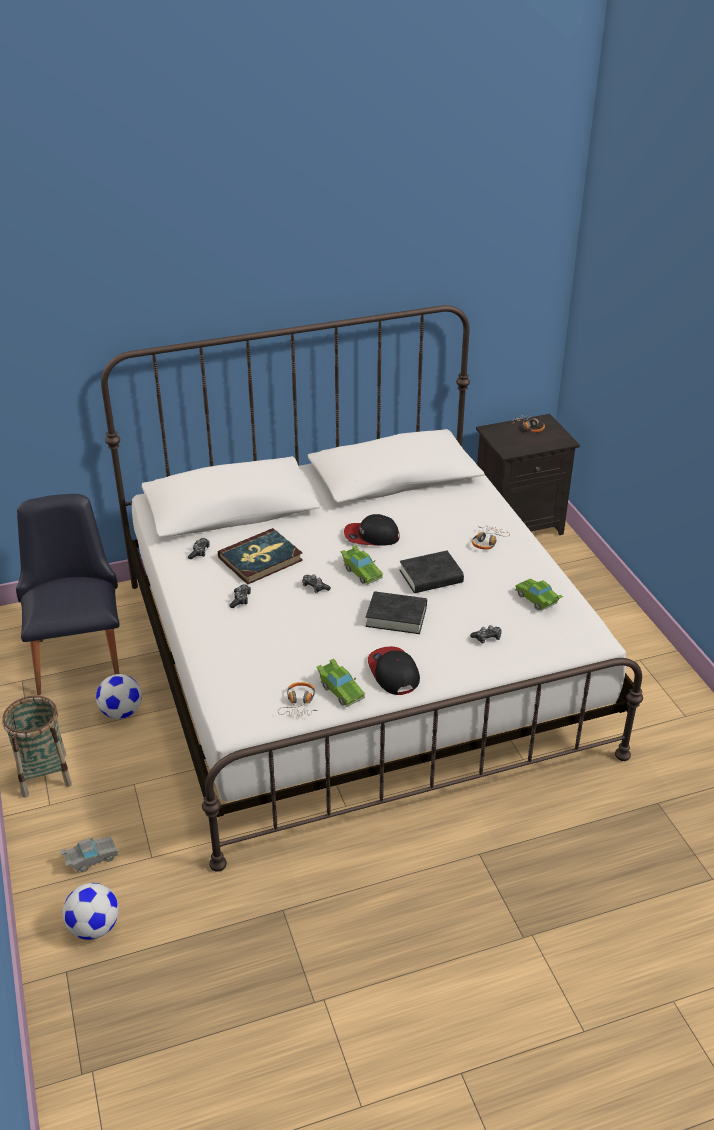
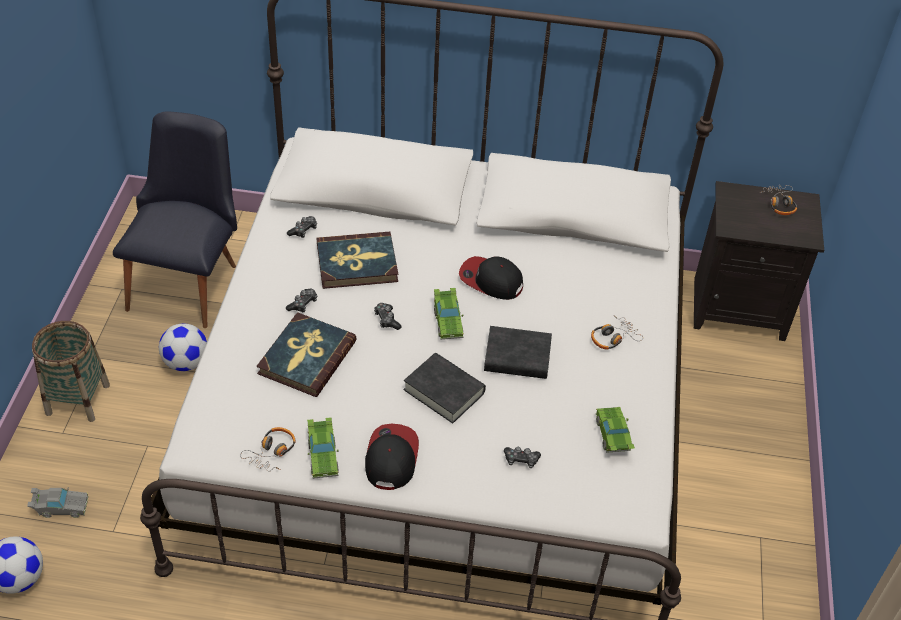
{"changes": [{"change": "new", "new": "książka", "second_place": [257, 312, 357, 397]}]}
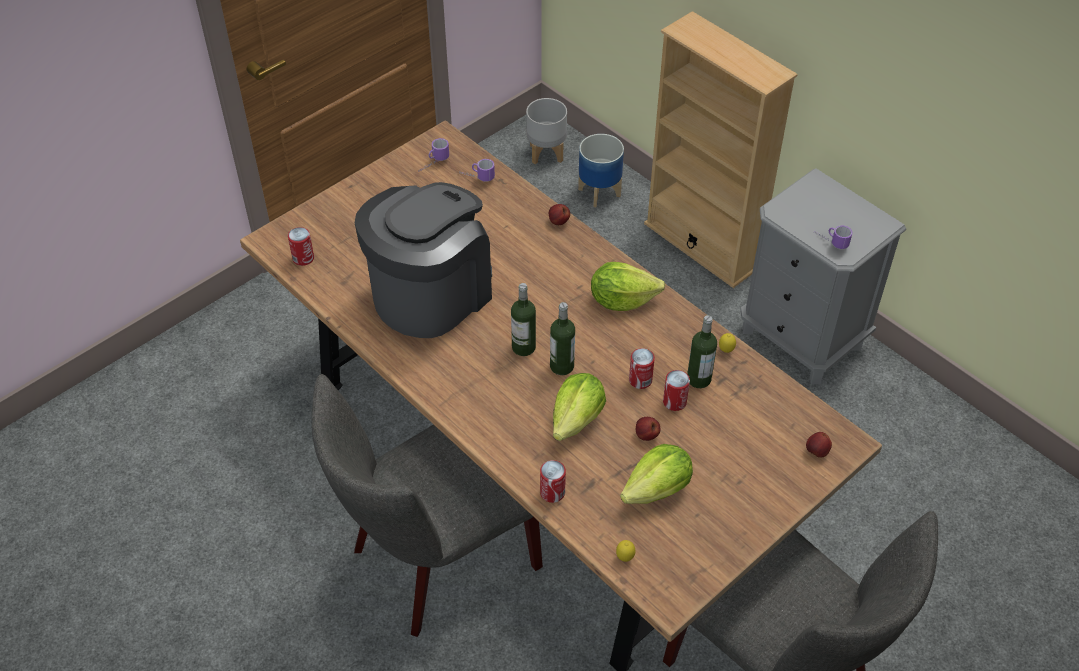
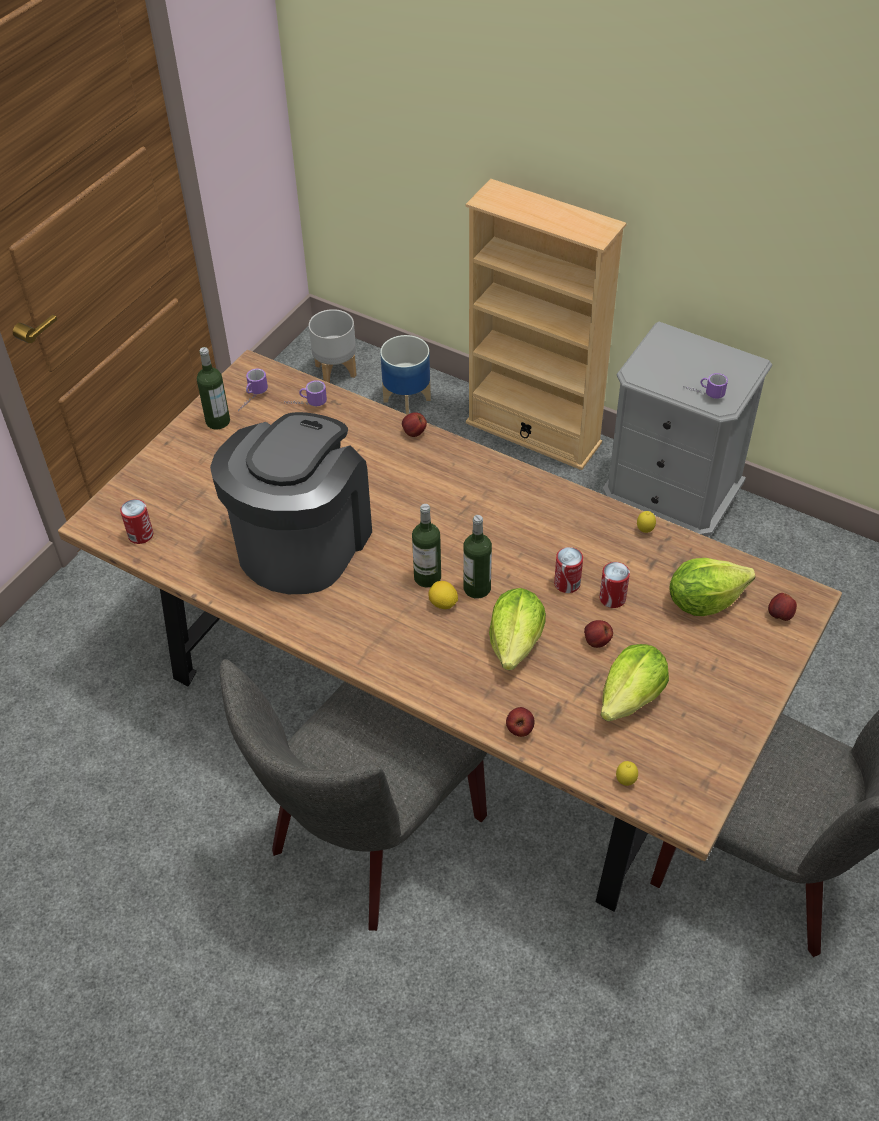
{"changes": [{"change": "shifted", "old": "butelka", "first_place": [687, 315, 717, 388], "second_place": [197, 347, 230, 430]}, {"change": "new", "new": "cytryna", "second_place": [428, 581, 458, 609]}, {"change": "swapped", "old": "puszka", "new": "jabłko", "first_place": [540, 460, 566, 503], "second_place": [506, 707, 535, 737]}, {"change": "shifted", "old": "sałata", "first_place": [591, 262, 665, 311], "second_place": [670, 558, 755, 616]}]}
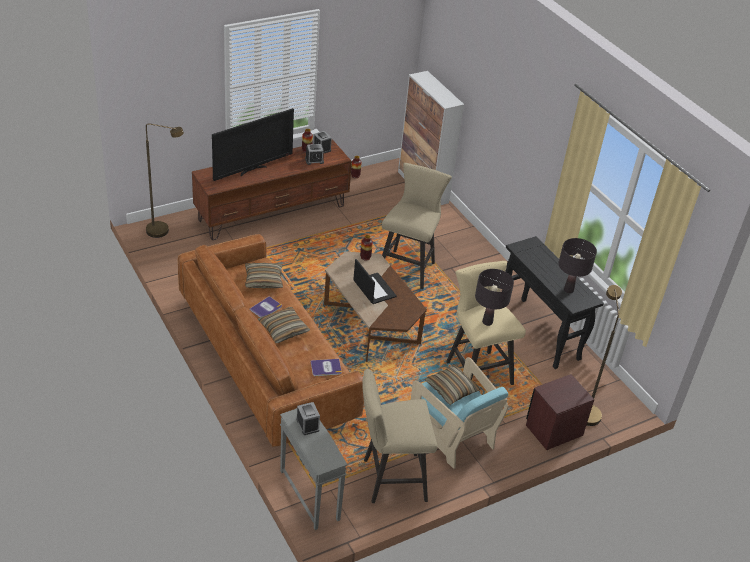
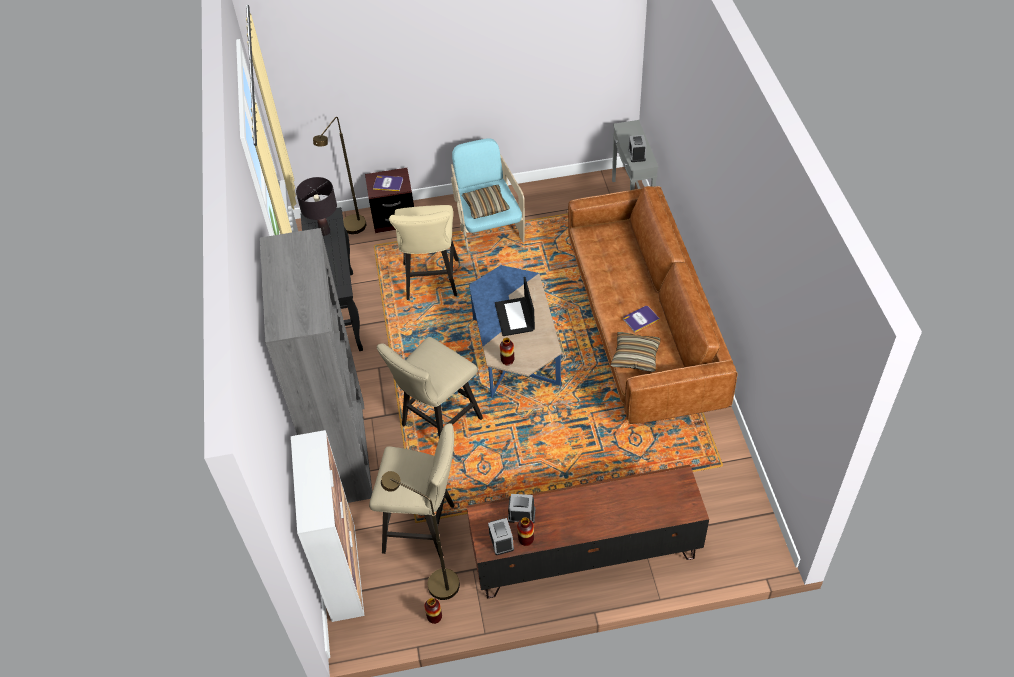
{"changes": [{"change": "new", "new": "regał/szary", "second_place": [260, 228, 372, 503]}, {"change": "shifted", "old": "stołek/beżowy", "first_place": [362, 369, 438, 503], "second_place": [369, 423, 454, 557]}, {"change": "shifted", "old": "książka", "first_place": [311, 359, 342, 376], "second_place": [373, 175, 403, 191]}, {"change": "shifted", "old": "lampa stojąca/brązowy", "first_place": [146, 123, 184, 238], "second_place": [381, 471, 460, 600]}, {"change": "repainted", "old": "ława/brązowy", "new": "ława/niebieski", "first_place": [324, 252, 427, 362], "second_place": [469, 265, 562, 398]}, {"change": "gone", "old": "telewizor", "first_place": [212, 108, 294, 181]}, {"change": "gone", "old": "poduszka", "first_place": [258, 307, 310, 343]}, {"change": "gone", "old": "lampa stołowa/czarny", "first_place": [475, 269, 514, 326]}]}
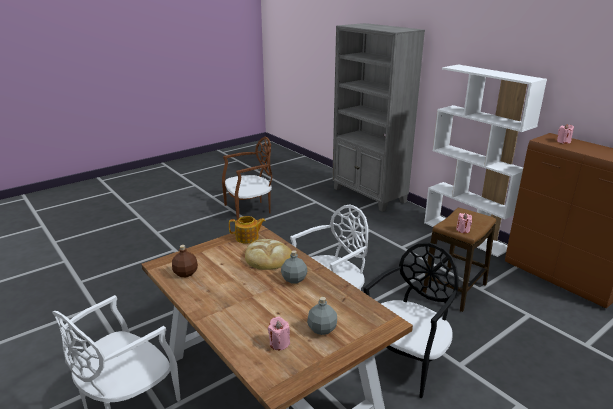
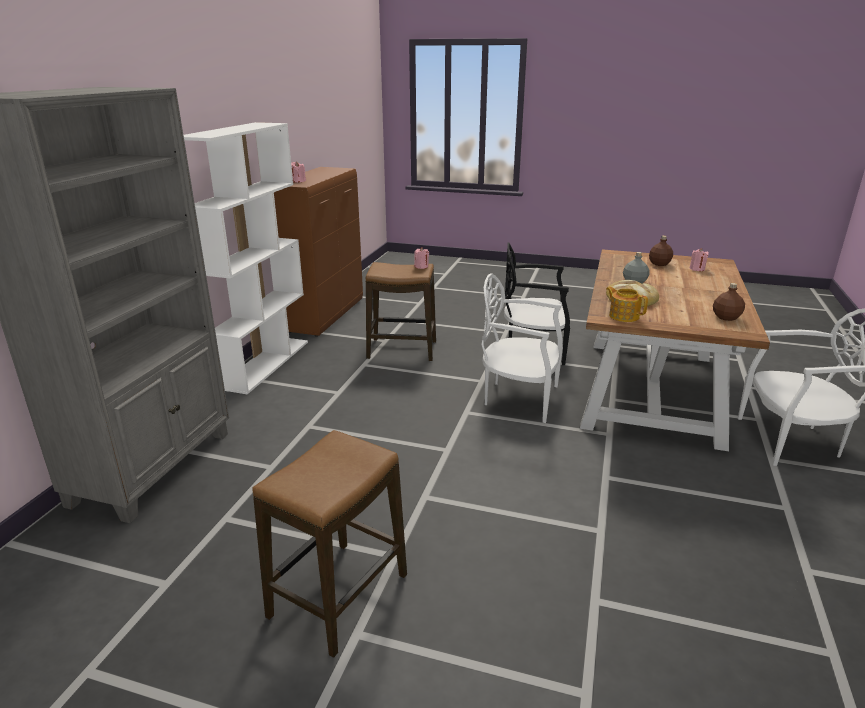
{"changes": [{"change": "swapped", "old": "krzesło/brązowy", "new": "stołek", "first_place": [222, 137, 272, 220], "second_place": [252, 430, 407, 658]}, {"change": "repainted", "old": "butelka/szary", "new": "butelka/brązowy", "first_place": [307, 297, 337, 335], "second_place": [649, 236, 673, 266]}]}
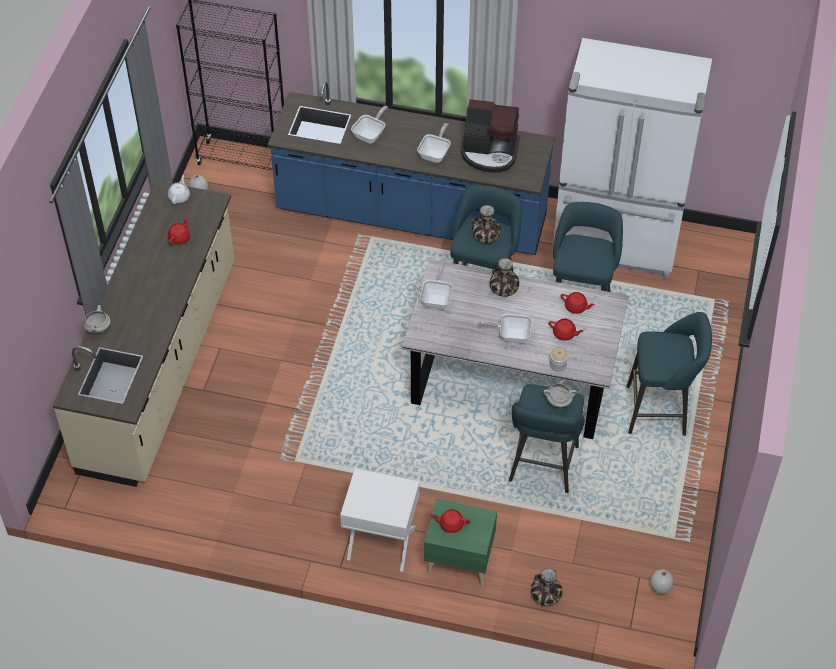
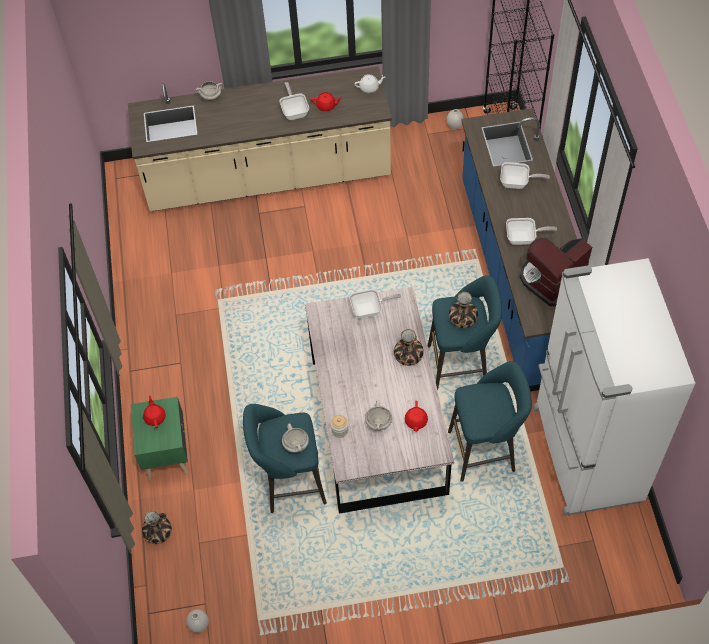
{"changes": [{"change": "shifted", "old": "patelnia", "first_place": [478, 314, 532, 343], "second_place": [279, 82, 309, 120]}, {"change": "swapped", "old": "imbryk/czerwony", "new": "garnek/biały", "first_place": [548, 319, 584, 341], "second_place": [365, 400, 392, 431]}, {"change": "rotated", "old": "ekspres do kawy", "first_place": [461, 99, 520, 173], "second_place": [520, 238, 592, 306], "degrees": 60}, {"change": "gone", "old": "szafka nocna/biały", "first_place": [340, 468, 419, 572]}, {"change": "gone", "old": "stołek/turkusowy", "first_place": [626, 312, 712, 436]}]}
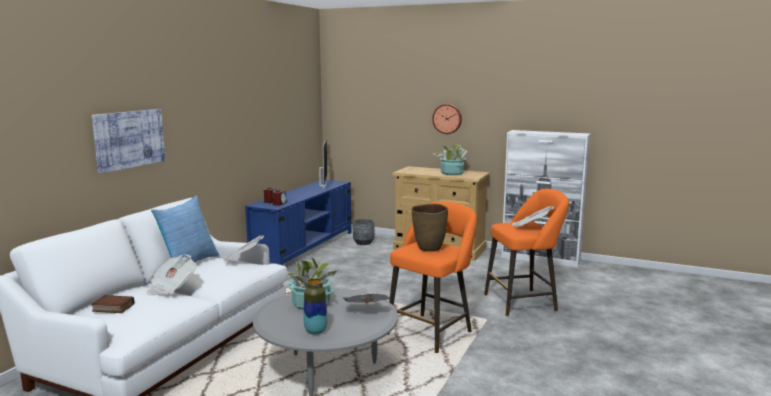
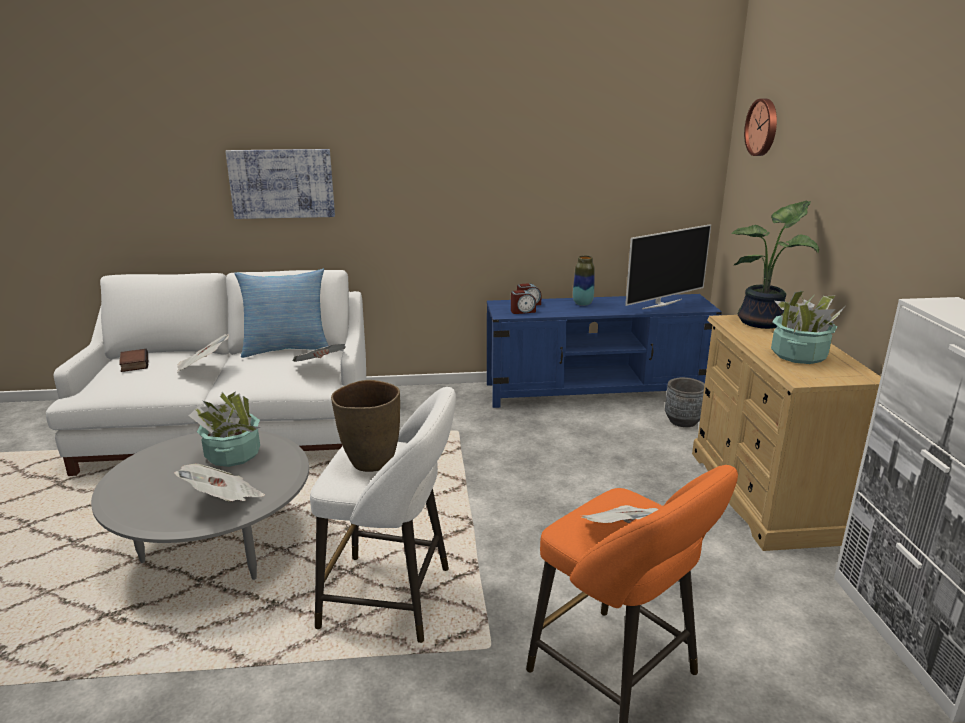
{"changes": [{"change": "repainted", "old": "stołek/pomarańczowy", "new": "stołek/biały", "first_place": [387, 201, 477, 353], "second_place": [310, 387, 456, 643]}, {"change": "shifted", "old": "wazon", "first_place": [304, 279, 327, 335], "second_place": [573, 255, 594, 306]}, {"change": "new", "new": "roślina doniczkowa", "second_place": [731, 201, 819, 329]}, {"change": "shifted", "old": "zegar ścienny", "first_place": [432, 104, 462, 134], "second_place": [744, 99, 777, 156]}]}
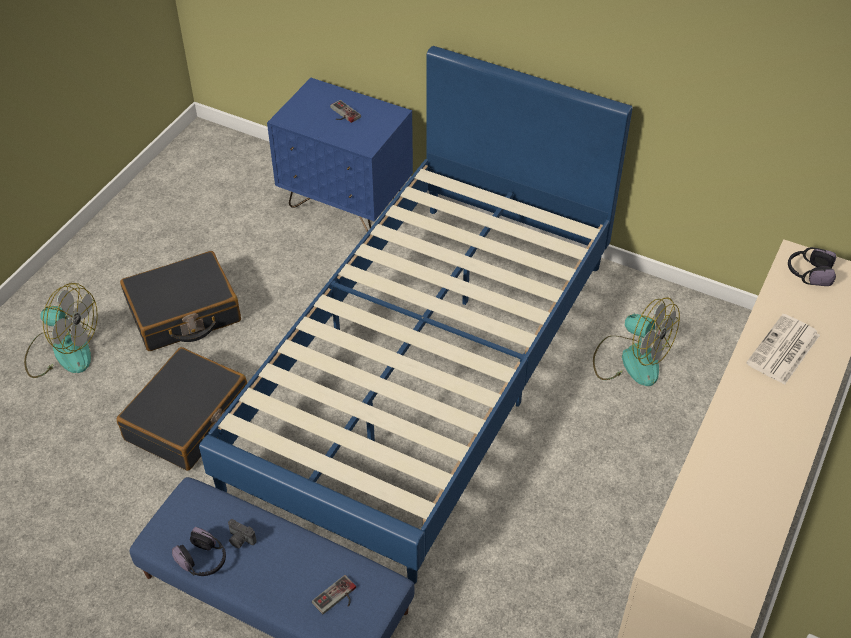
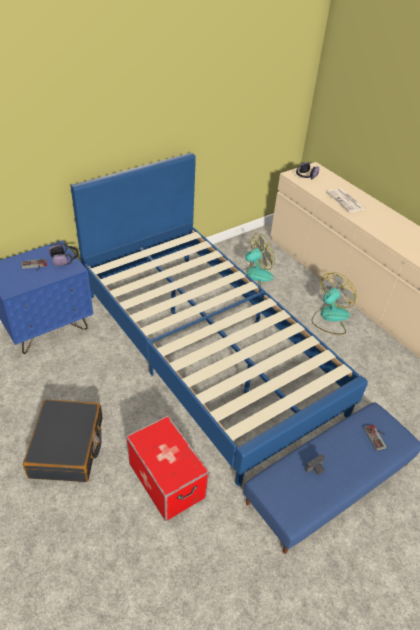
{"changes": [{"change": "shifted", "old": "słuchawki", "first_place": [172, 527, 226, 576], "second_place": [49, 243, 79, 266]}, {"change": "swapped", "old": "walizka/czarny", "new": "pojemnik do przechowywania", "first_place": [116, 347, 247, 471], "second_place": [126, 416, 209, 521]}, {"change": "shifted", "old": "wentylator", "first_place": [24, 283, 98, 378], "second_place": [312, 272, 357, 334]}]}
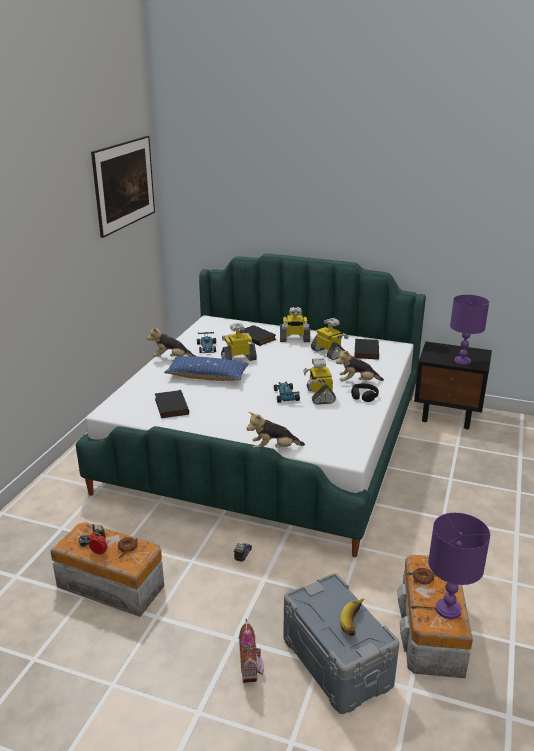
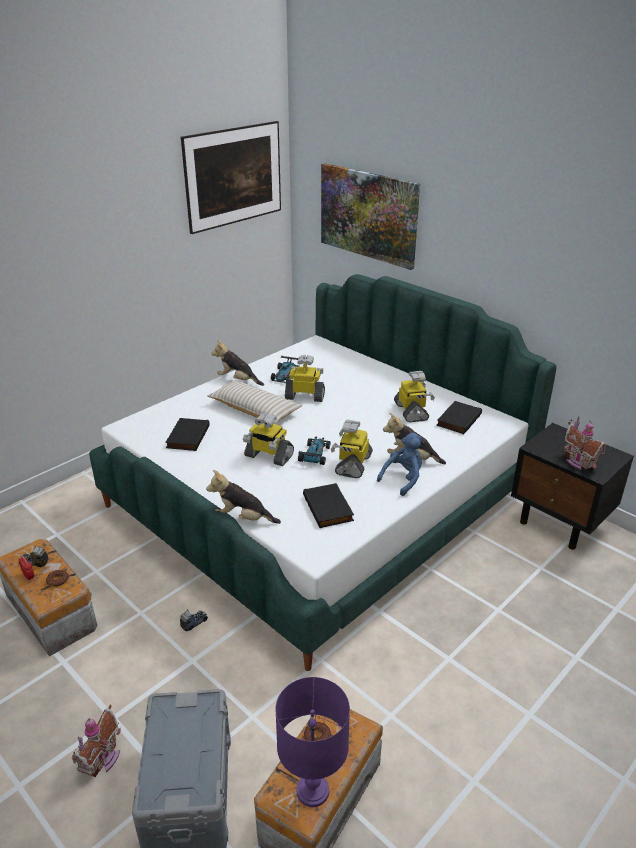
{"changes": [{"change": "repainted", "old": "poduszka/niebieski", "new": "poduszka/beżowy", "first_place": [164, 356, 249, 381], "second_place": [207, 380, 302, 424]}, {"change": "shifted", "old": "robot zabawkowy", "first_place": [280, 307, 310, 342], "second_place": [243, 413, 294, 466]}, {"change": "shifted", "old": "książka/czarny", "first_place": [240, 325, 276, 346], "second_place": [303, 483, 354, 528]}, {"change": "new", "new": "obraz", "second_place": [321, 163, 420, 270]}, {"change": "swapped", "old": "słuchawki/czarny", "new": "pluszak/niebieski", "first_place": [351, 383, 379, 402], "second_place": [377, 433, 423, 496]}, {"change": "swapped", "old": "lampa stołowa/fioletowy", "new": "domek", "first_place": [450, 295, 489, 365], "second_place": [564, 416, 607, 470]}, {"change": "gone", "old": "banan", "first_place": [340, 598, 364, 636]}]}
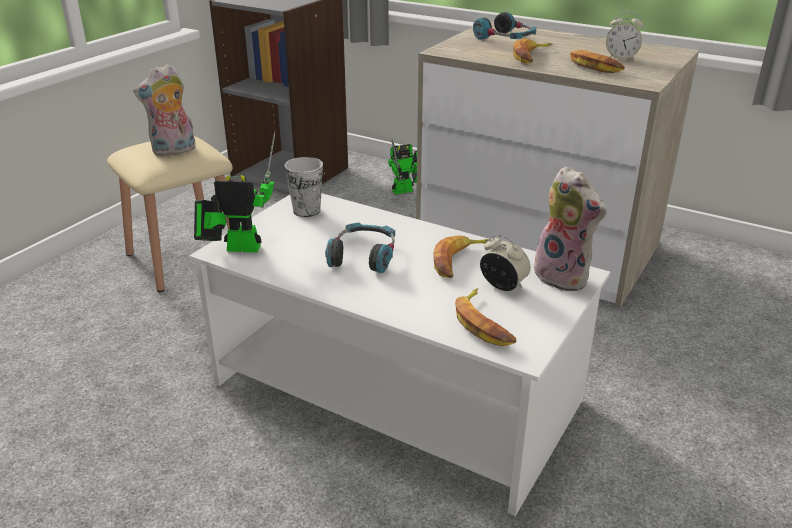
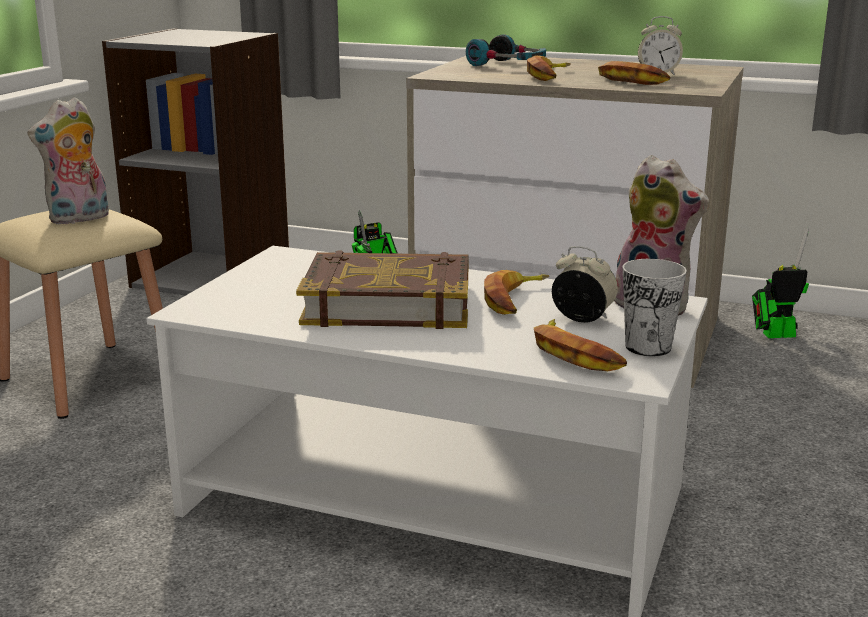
{"changes": [{"change": "swapped", "old": "słuchawki", "new": "książka", "first_place": [325, 222, 395, 273], "second_place": [296, 250, 469, 329]}, {"change": "shifted", "old": "filiżanka", "first_place": [285, 157, 323, 217], "second_place": [623, 259, 687, 356]}, {"change": "shifted", "old": "robot zabawkowy", "first_place": [194, 133, 275, 253], "second_place": [752, 228, 809, 338]}]}
